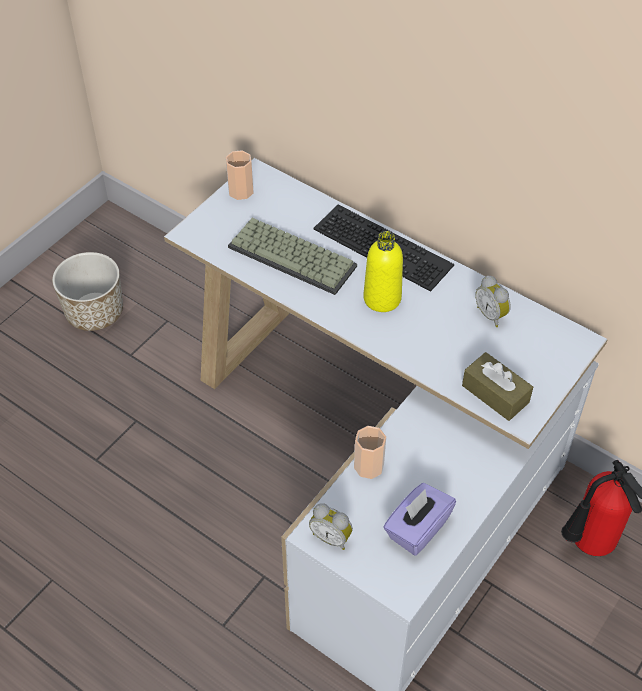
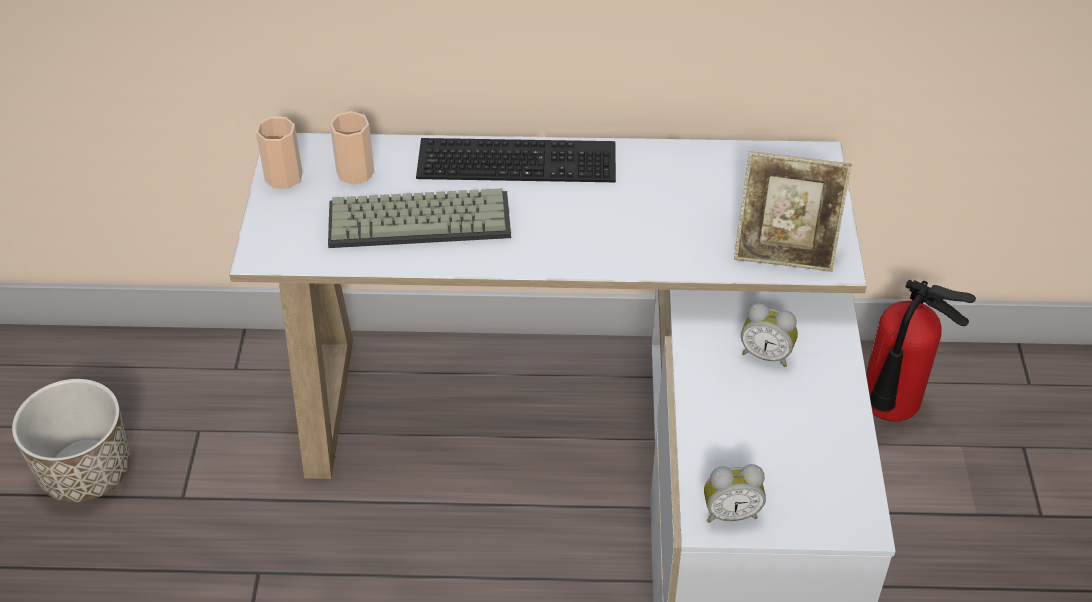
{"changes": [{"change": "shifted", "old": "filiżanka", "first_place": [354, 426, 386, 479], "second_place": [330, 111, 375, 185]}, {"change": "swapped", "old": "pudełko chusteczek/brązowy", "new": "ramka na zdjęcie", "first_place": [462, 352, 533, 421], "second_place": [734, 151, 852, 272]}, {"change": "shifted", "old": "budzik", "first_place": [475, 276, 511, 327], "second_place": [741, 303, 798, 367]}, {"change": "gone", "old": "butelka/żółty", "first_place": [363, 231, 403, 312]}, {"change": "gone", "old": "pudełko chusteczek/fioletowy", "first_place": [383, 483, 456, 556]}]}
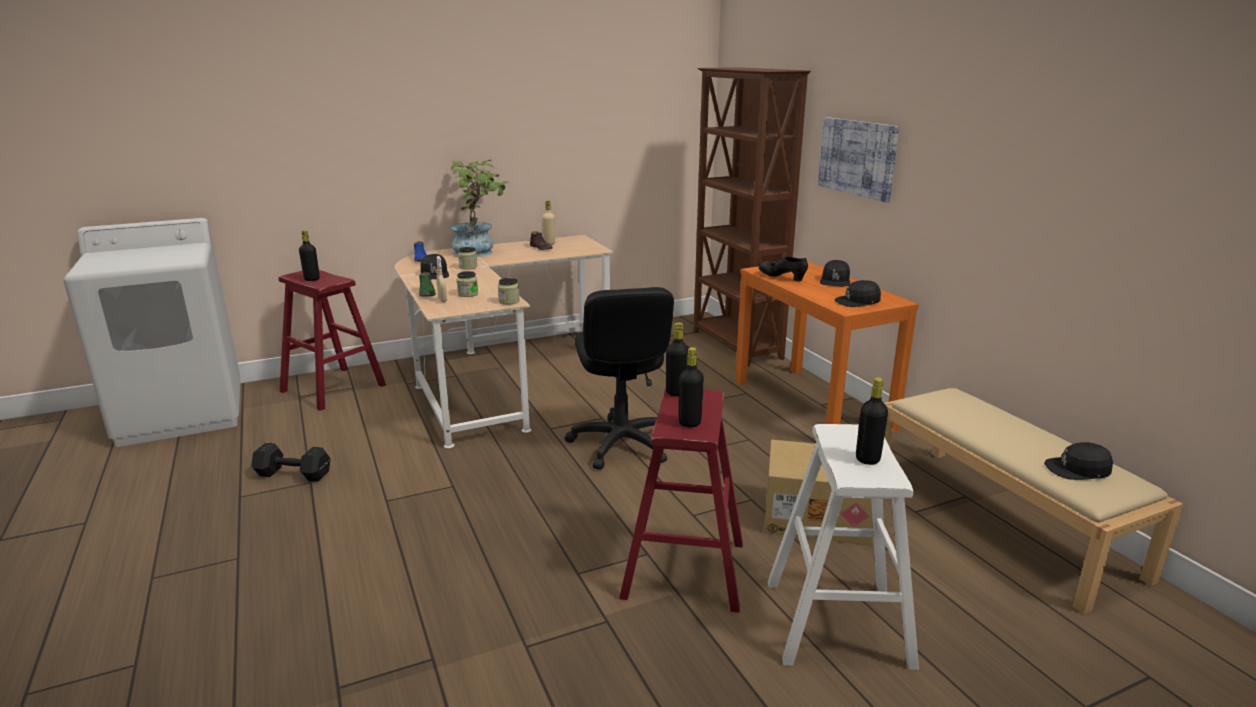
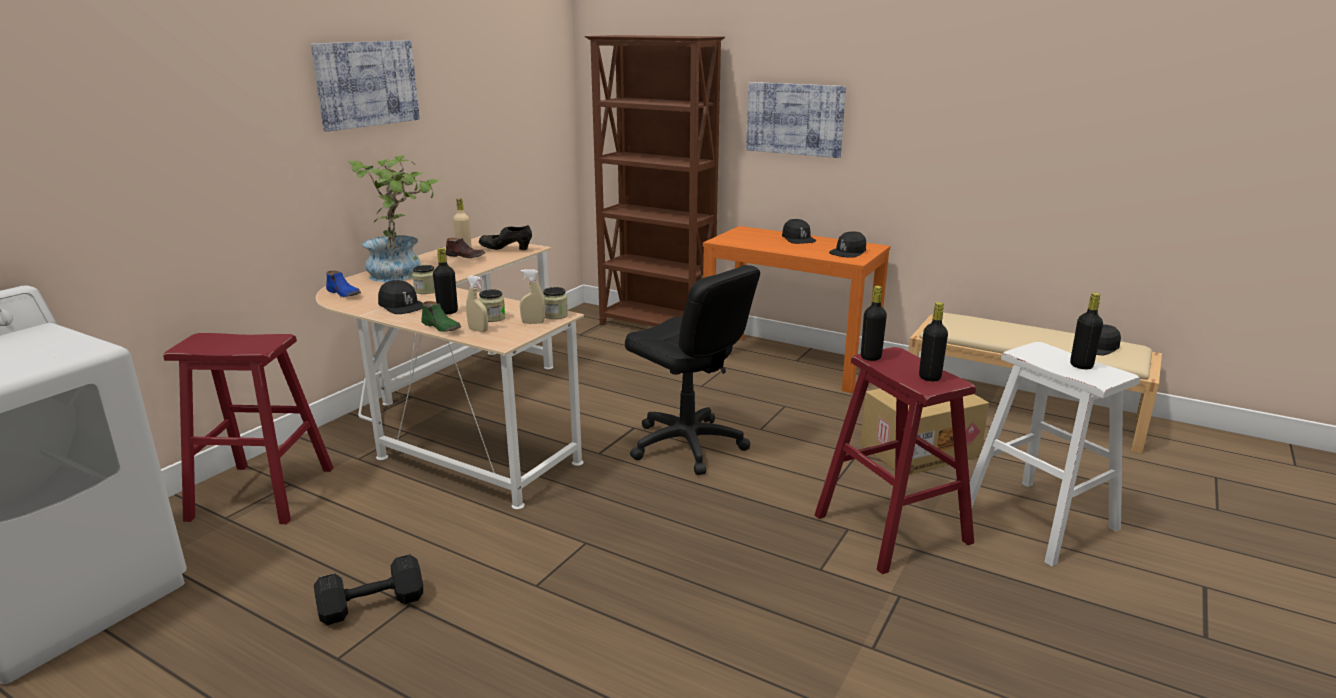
{"changes": [{"change": "new", "new": "obraz", "second_place": [311, 41, 420, 132]}, {"change": "shifted", "old": "butelka/czarny", "first_place": [299, 230, 320, 281], "second_place": [433, 248, 458, 315]}, {"change": "shifted", "old": "but/czarny", "first_place": [759, 256, 808, 282], "second_place": [479, 225, 532, 250]}, {"change": "new", "new": "spryskiwacz/beżowy", "second_place": [520, 269, 545, 324]}]}
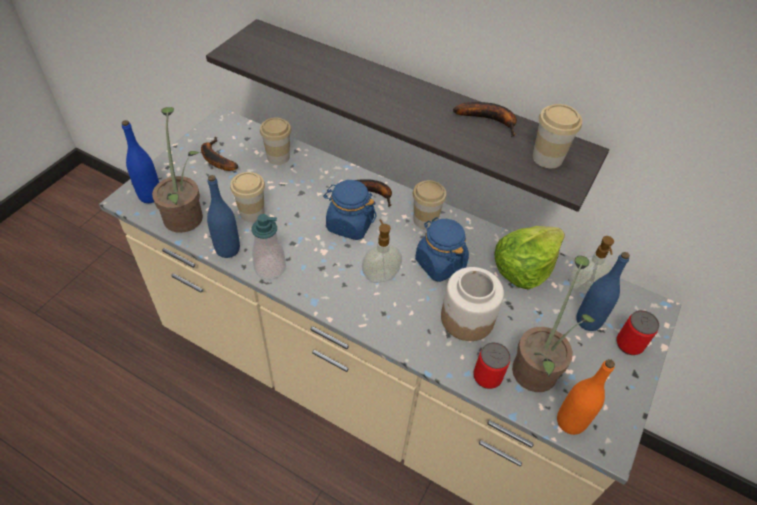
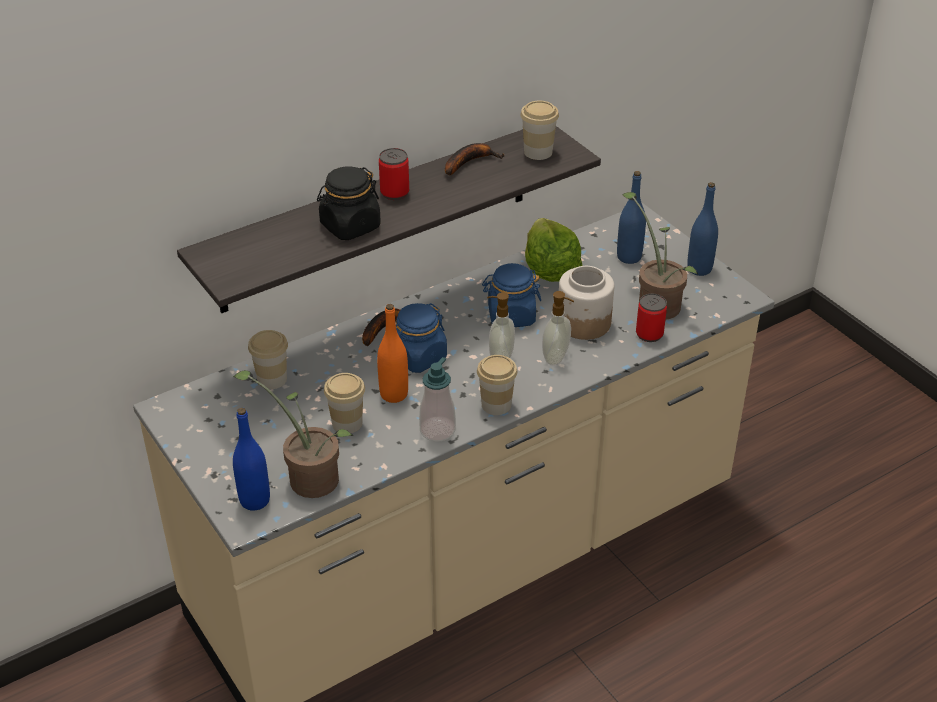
{"changes": [{"change": "new", "new": "słoik/czarny", "second_place": [317, 166, 381, 240]}, {"change": "shifted", "old": "butelka/pomarańczowy", "first_place": [557, 359, 615, 435], "second_place": [377, 304, 408, 403]}, {"change": "shifted", "old": "puszka", "first_place": [617, 310, 659, 355], "second_place": [379, 148, 409, 200]}, {"change": "shifted", "old": "filiżanka", "first_place": [413, 180, 447, 230], "second_place": [477, 355, 517, 415]}, {"change": "shifted", "old": "dozownik mydła", "first_place": [569, 236, 614, 293], "second_place": [542, 291, 574, 365]}, {"change": "shifted", "old": "butelka/niebieski", "first_place": [207, 175, 240, 258], "second_place": [687, 182, 718, 276]}, {"change": "gone", "old": "banan", "first_place": [201, 137, 238, 171]}]}
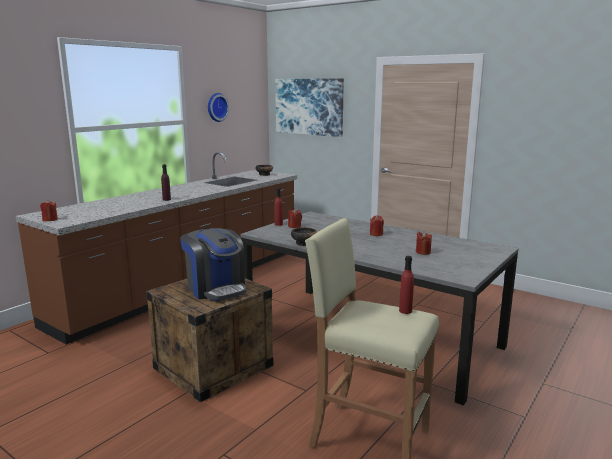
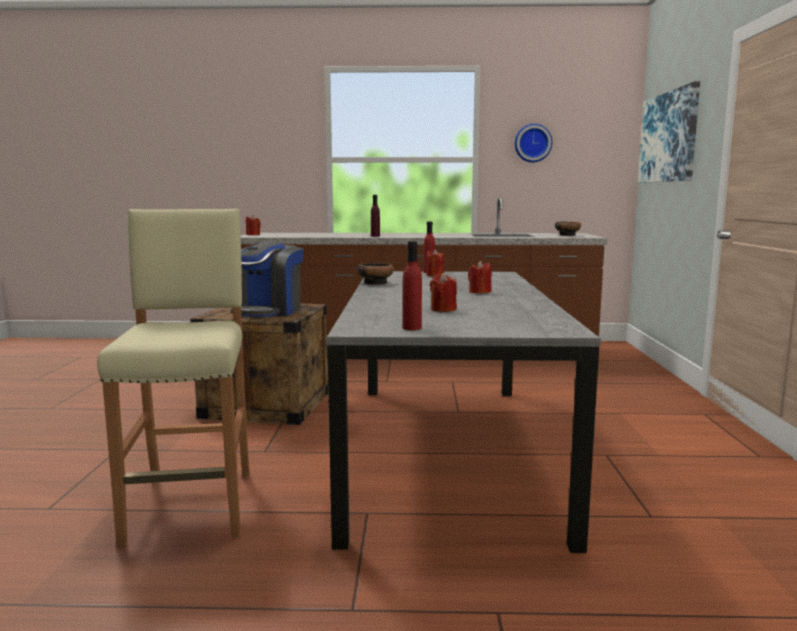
{"changes": [{"change": "shifted", "old": "butelka/czerwony", "first_place": [399, 256, 414, 314], "second_place": [402, 241, 422, 330]}]}
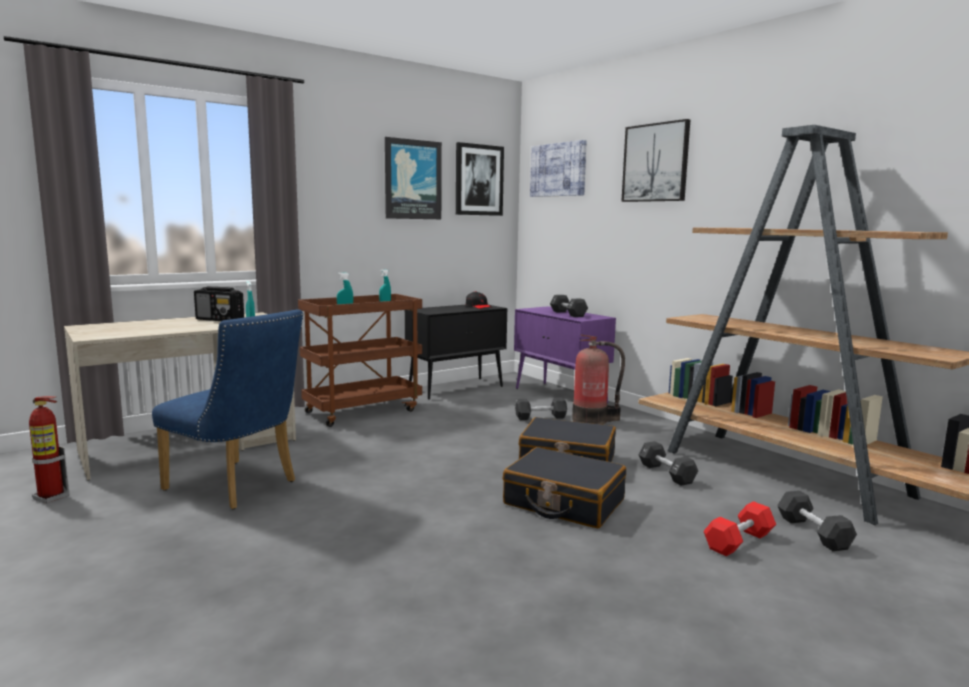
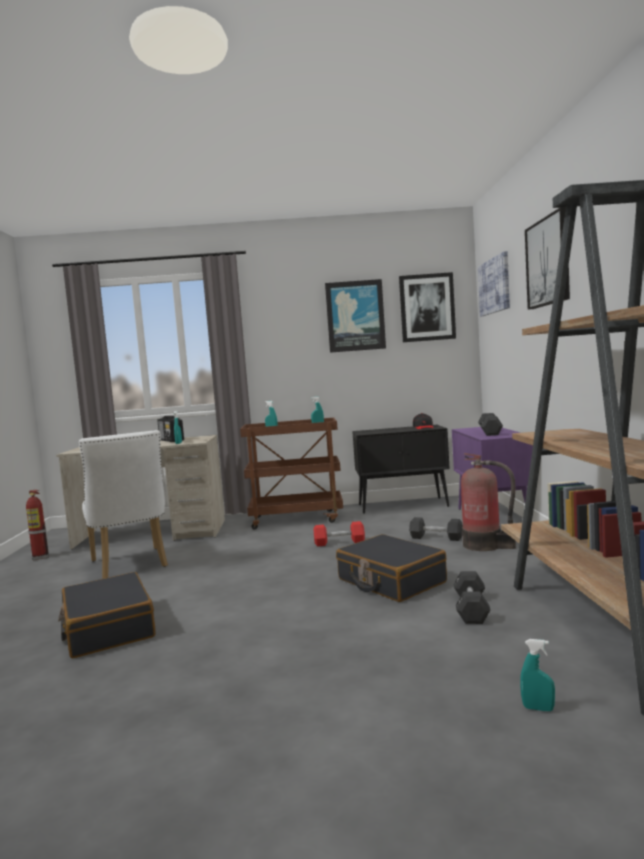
{"changes": [{"change": "shifted", "old": "walizka/czarny", "first_place": [503, 447, 626, 529], "second_place": [58, 572, 156, 659]}, {"change": "repainted", "old": "krzesło/niebieski", "new": "krzesło/biały", "first_place": [152, 309, 303, 509], "second_place": [79, 430, 168, 579]}, {"change": "shifted", "old": "hantel/czerwony", "first_place": [704, 501, 776, 556], "second_place": [314, 521, 365, 547]}, {"change": "swapped", "old": "hantel/czarny", "new": "spryskiwacz/turkusowy", "first_place": [777, 491, 857, 551], "second_place": [520, 639, 555, 711]}]}
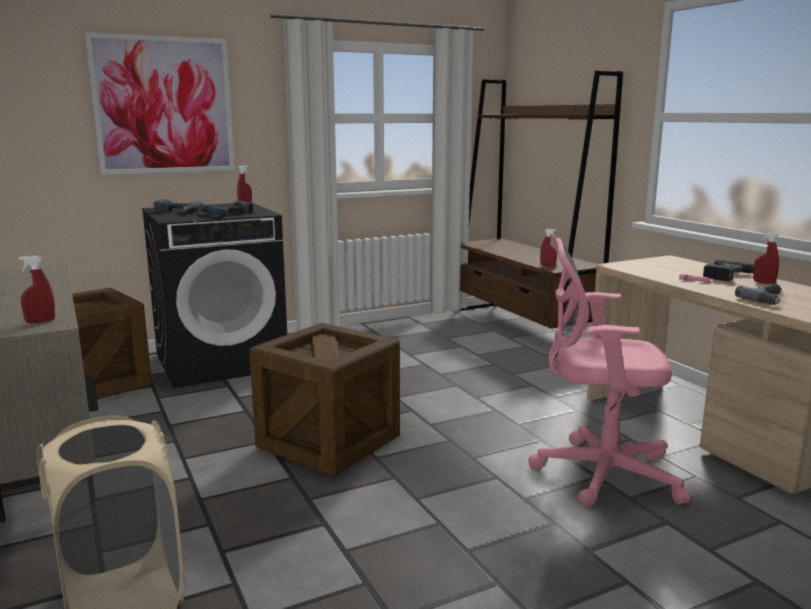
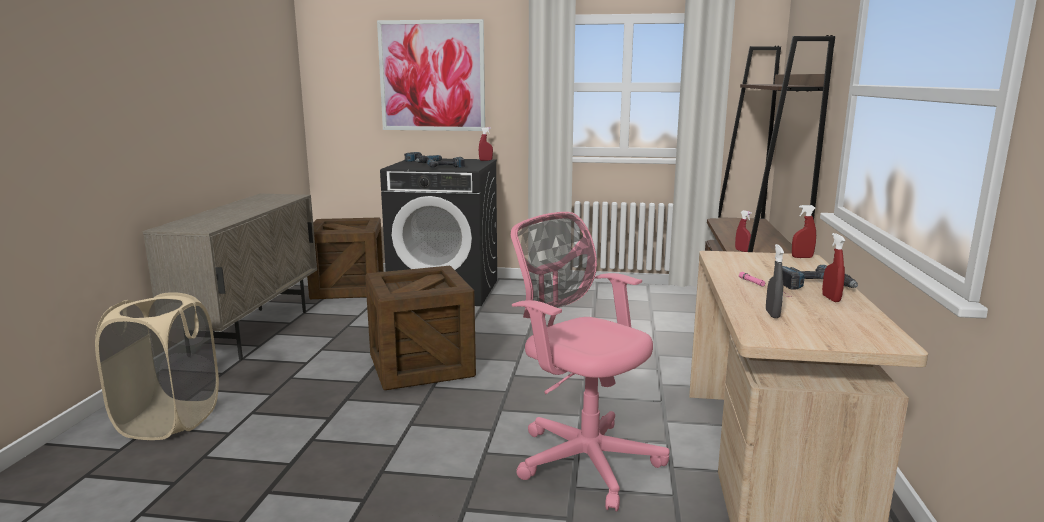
{"changes": [{"change": "swapped", "old": "wiertarka", "new": "spryskiwacz/szary", "first_place": [735, 284, 781, 305], "second_place": [766, 244, 784, 318]}, {"change": "shifted", "old": "spryskiwacz/czerwony", "first_place": [19, 255, 55, 323], "second_place": [792, 205, 816, 258]}]}
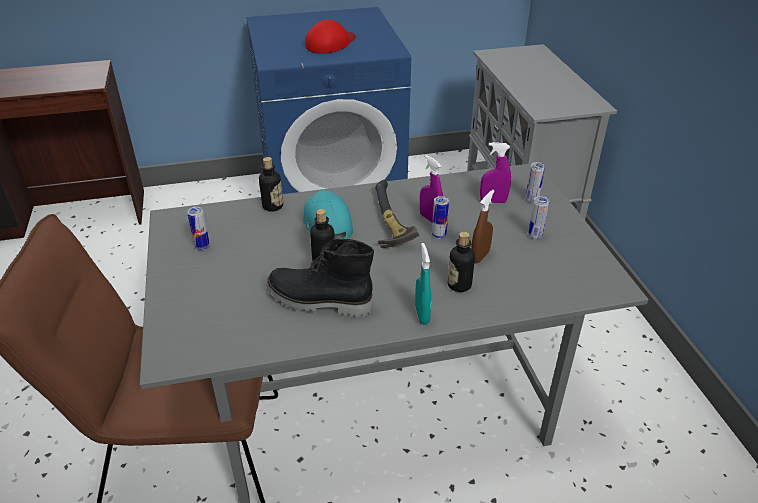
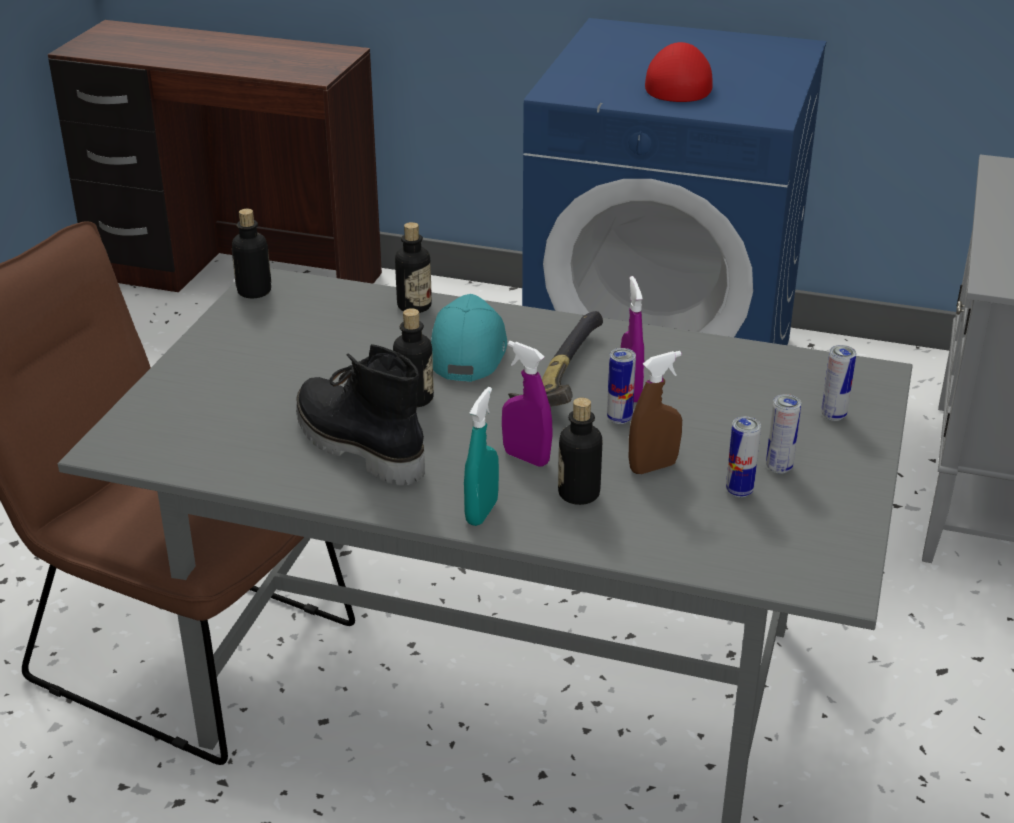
{"changes": [{"change": "new", "new": "butelka", "second_place": [232, 209, 271, 298]}, {"change": "shifted", "old": "spryskiwacz/fioletowy", "first_place": [480, 142, 511, 203], "second_place": [502, 341, 553, 467]}, {"change": "rotated", "old": "czapka z daszkiem/czerwony", "first_place": [305, 20, 356, 54], "second_place": [645, 42, 713, 102], "degrees": -60}, {"change": "shifted", "old": "puszka", "first_place": [187, 207, 210, 250], "second_place": [726, 417, 761, 497]}]}
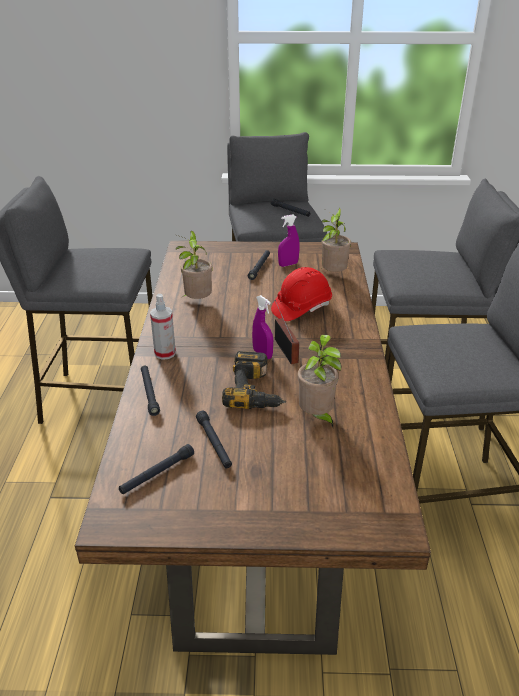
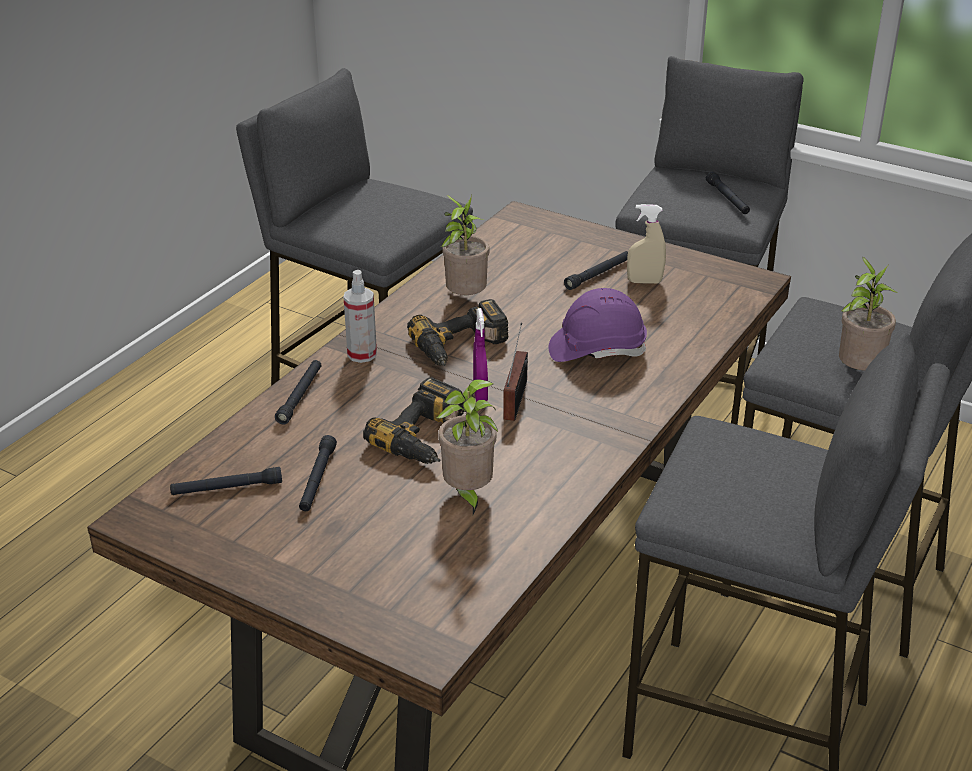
{"changes": [{"change": "new", "new": "wiertarka", "second_place": [407, 299, 508, 366]}, {"change": "repainted", "old": "kask/czerwony", "new": "kask/fioletowy", "first_place": [271, 267, 332, 321], "second_place": [548, 288, 647, 362]}, {"change": "repainted", "old": "spryskiwacz/fioletowy", "new": "spryskiwacz/beżowy", "first_place": [278, 214, 299, 267], "second_place": [627, 204, 666, 283]}, {"change": "shifted", "old": "roślina doniczkowa", "first_place": [322, 208, 351, 272], "second_place": [839, 257, 897, 370]}]}
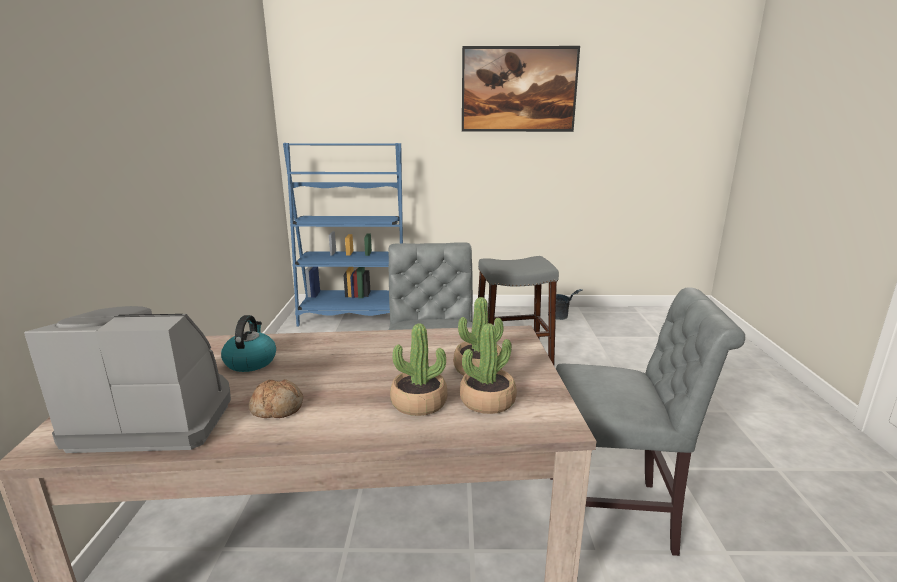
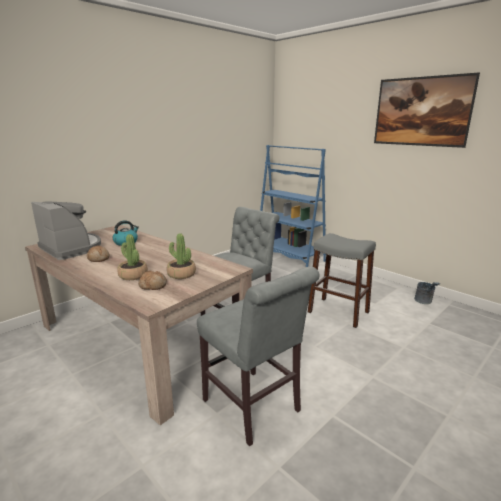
{"changes": [{"change": "swapped", "old": "roślina doniczkowa", "new": "chleb", "first_place": [460, 323, 517, 414], "second_place": [138, 270, 167, 290]}]}
